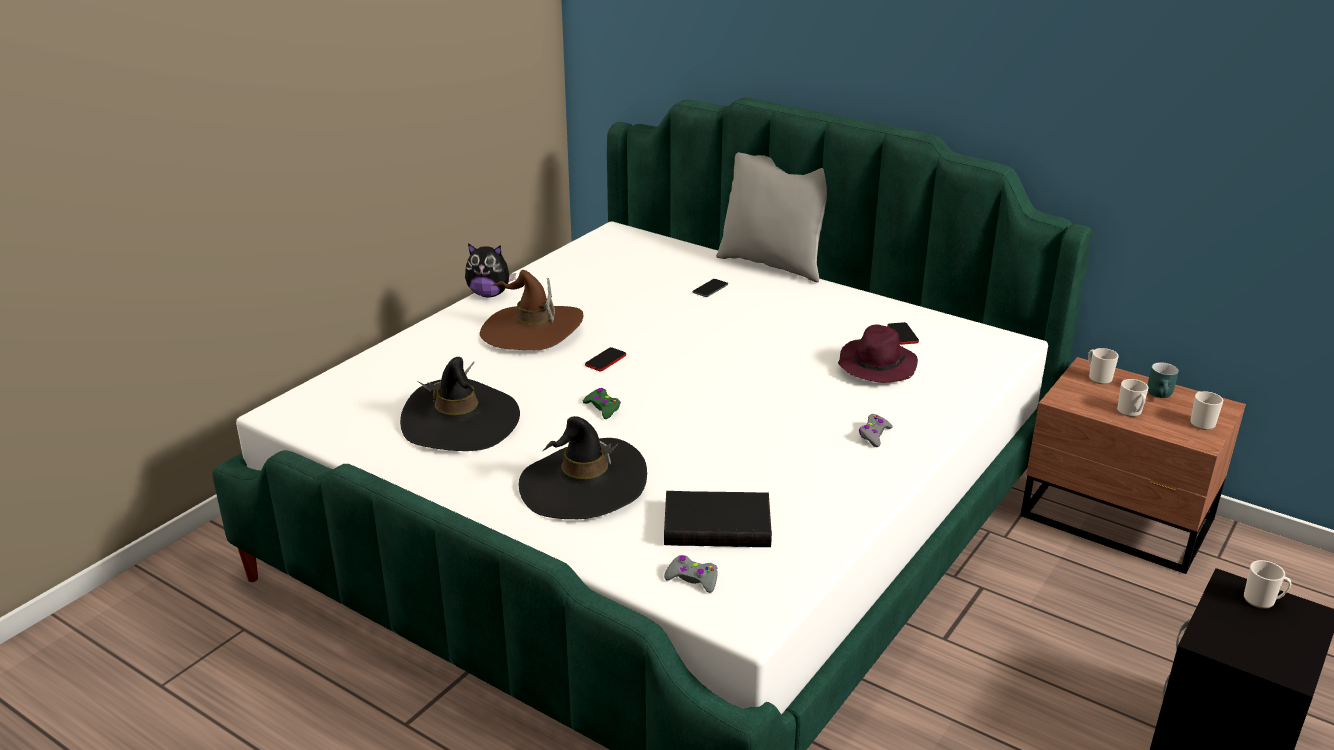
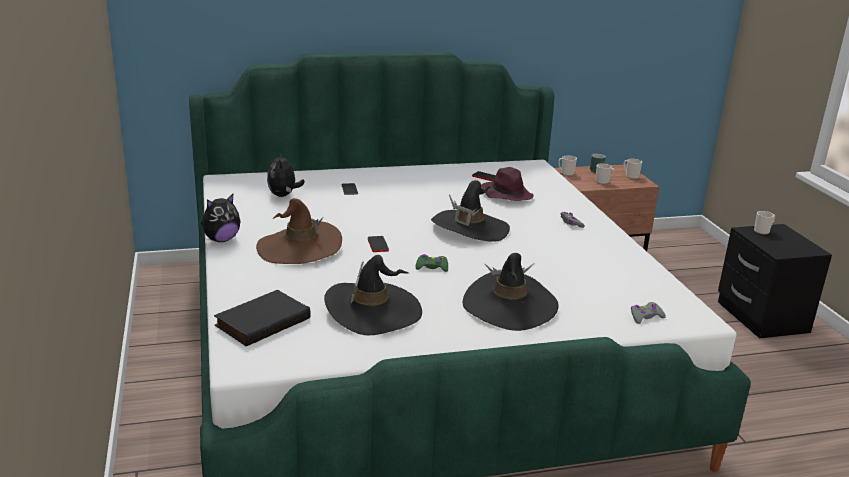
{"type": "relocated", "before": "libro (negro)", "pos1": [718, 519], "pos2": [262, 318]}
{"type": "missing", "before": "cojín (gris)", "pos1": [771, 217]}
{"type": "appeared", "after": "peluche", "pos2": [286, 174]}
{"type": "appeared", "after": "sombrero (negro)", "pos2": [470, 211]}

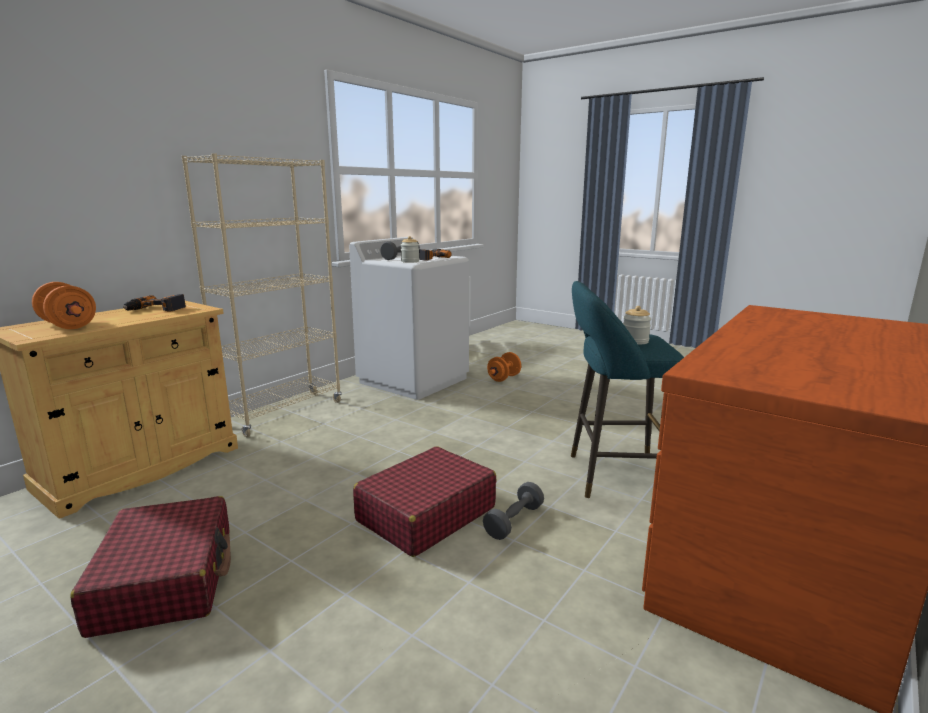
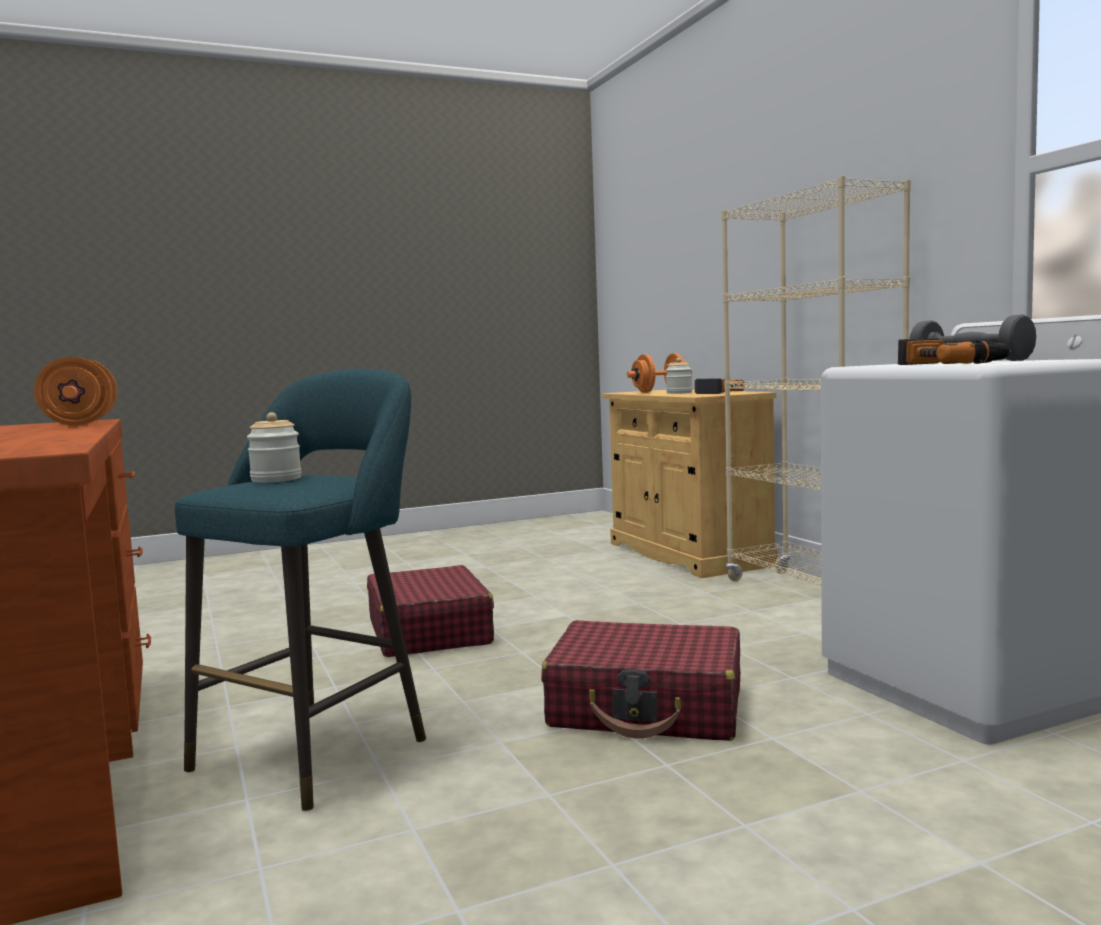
{"type": "relocated", "before": "maleta (rojo)", "pos1": [150, 567], "pos2": [640, 680]}
{"type": "relocated", "before": "tarro", "pos1": [410, 249], "pos2": [679, 376]}
{"type": "missing", "before": "mancuerna (gris)", "pos1": [513, 511]}
{"type": "relocated", "before": "mancuerna (naranja)", "pos1": [504, 367], "pos2": [75, 391]}

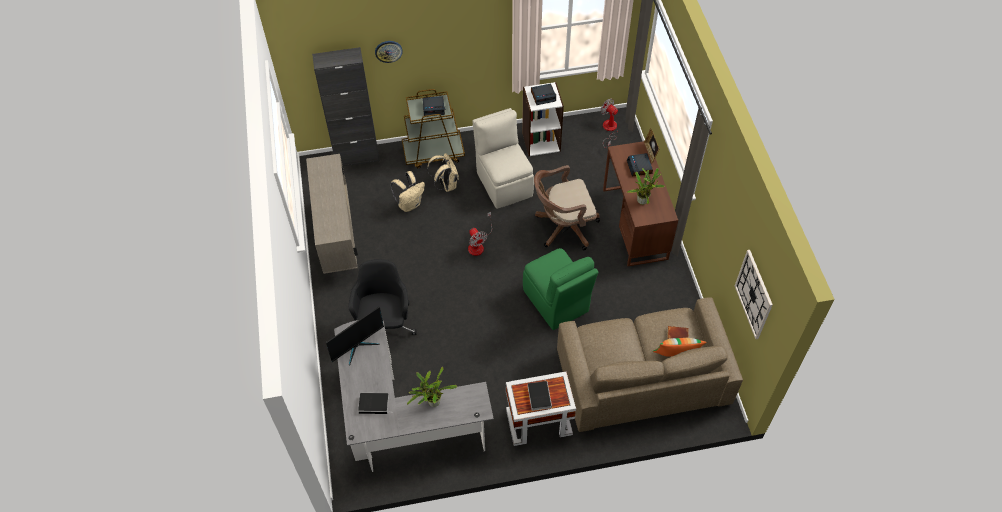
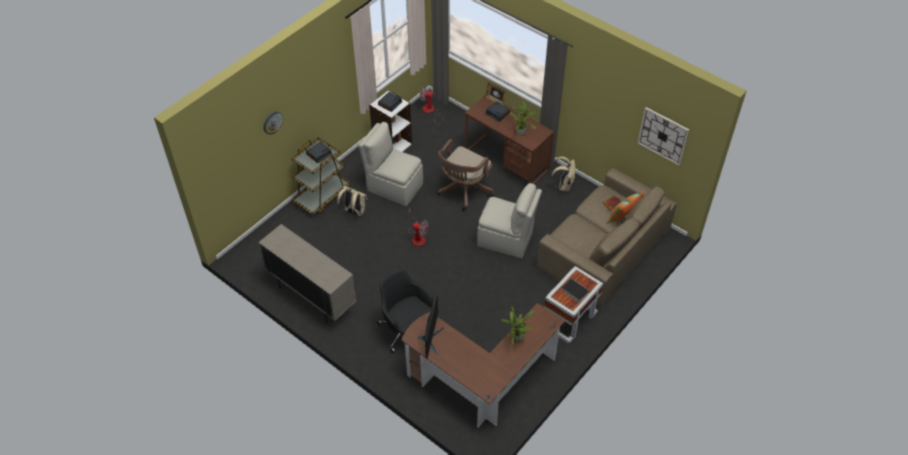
{"type": "missing", "before": "armario (negro)", "pos1": [346, 106]}
{"type": "colour", "before": "escritorio (gris)", "after": "escritorio (marrón)", "pos1": [414, 396], "pos2": [483, 365]}
{"type": "missing", "before": "libro", "pos1": [374, 403]}
{"type": "relocated", "before": "mochila (beis)", "pos1": [408, 191], "pos2": [563, 174]}
{"type": "colour", "before": "silla (verde)", "after": "silla (beis)", "pos1": [560, 289], "pos2": [509, 220]}

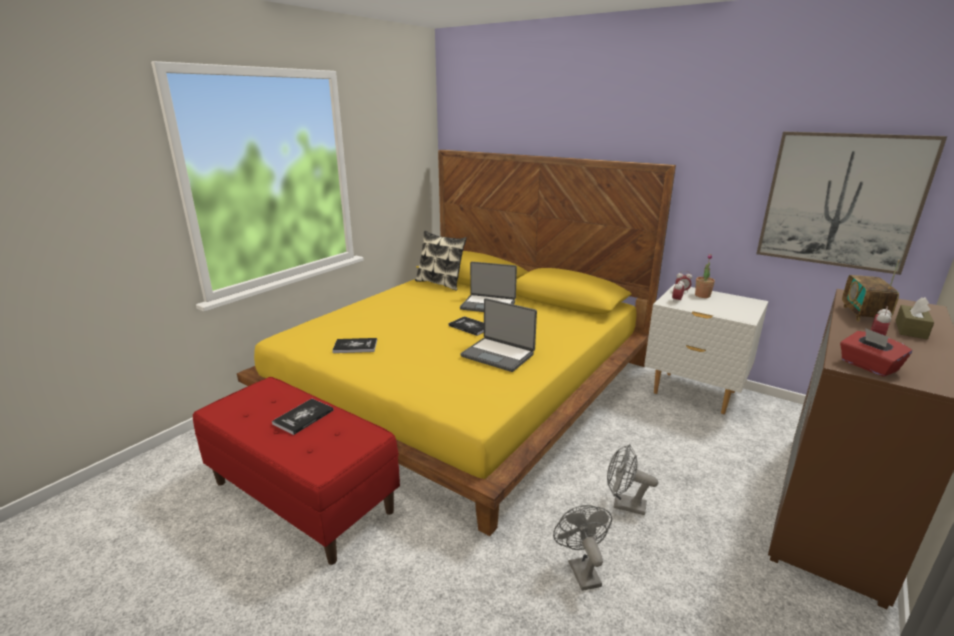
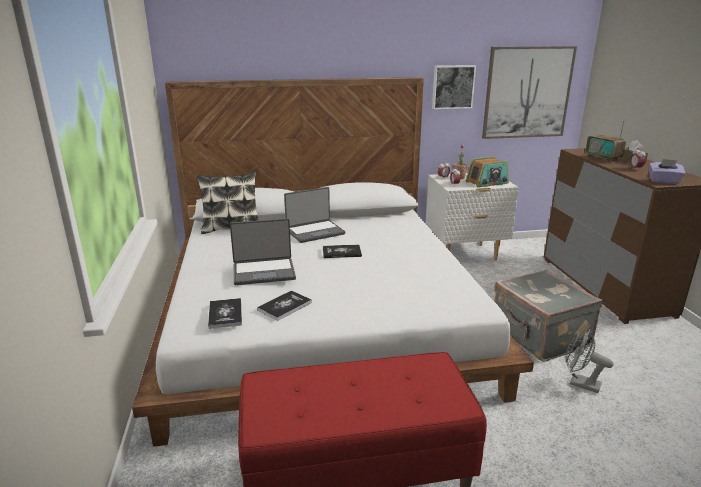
{"type": "colour", "before": "cama (amarillo)", "after": "cama (blanco)", "pos1": [456, 343], "pos2": [333, 262]}
{"type": "relocated", "before": "libro", "pos1": [303, 417], "pos2": [225, 313]}
{"type": "relocated", "before": "portátil", "pos1": [498, 335], "pos2": [263, 252]}
{"type": "exchanged", "before": "ventilador (gris)", "after": "maleta (gris)", "pos1": [632, 479], "pos2": [548, 316]}
{"type": "colour", "before": "caja de pañuelos (rojo)", "after": "caja de pañuelos (morado)", "pos1": [876, 352], "pos2": [667, 171]}
{"type": "appeared", "after": "cuadro", "pos2": [454, 87]}
{"type": "appeared", "after": "radio", "pos2": [487, 172]}

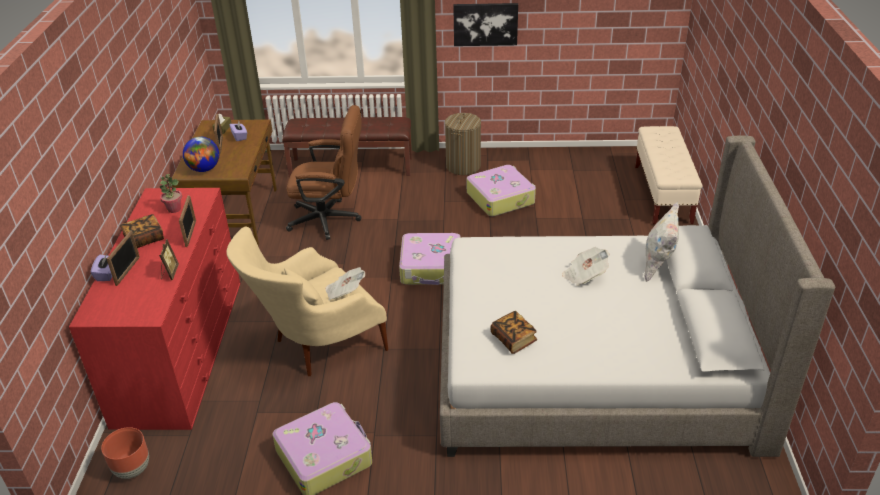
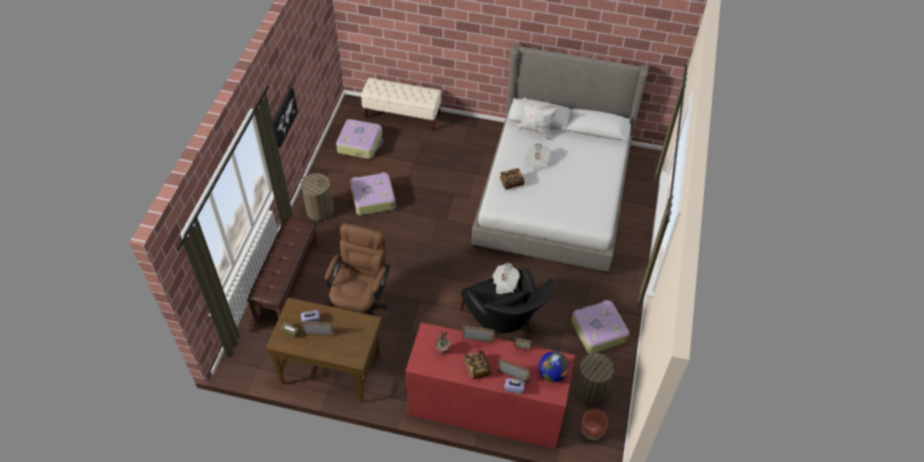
{"type": "relocated", "before": "globo terráqueo", "pos1": [201, 154], "pos2": [554, 366]}
{"type": "colour", "before": "sillón (beis)", "after": "sillón (negro)", "pos1": [307, 301], "pos2": [506, 303]}
{"type": "relocated", "before": "maleta", "pos1": [430, 259], "pos2": [359, 139]}
{"type": "relocated", "before": "libro", "pos1": [513, 332], "pos2": [512, 179]}
{"type": "appeared", "after": "cesto de la ropa", "pos2": [594, 379]}

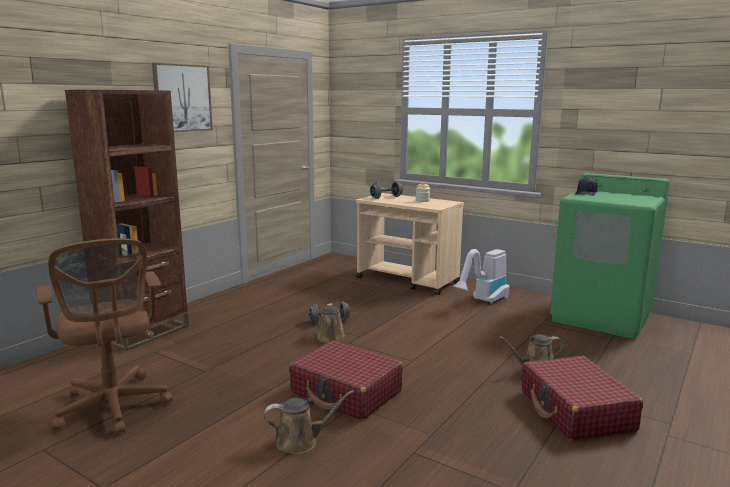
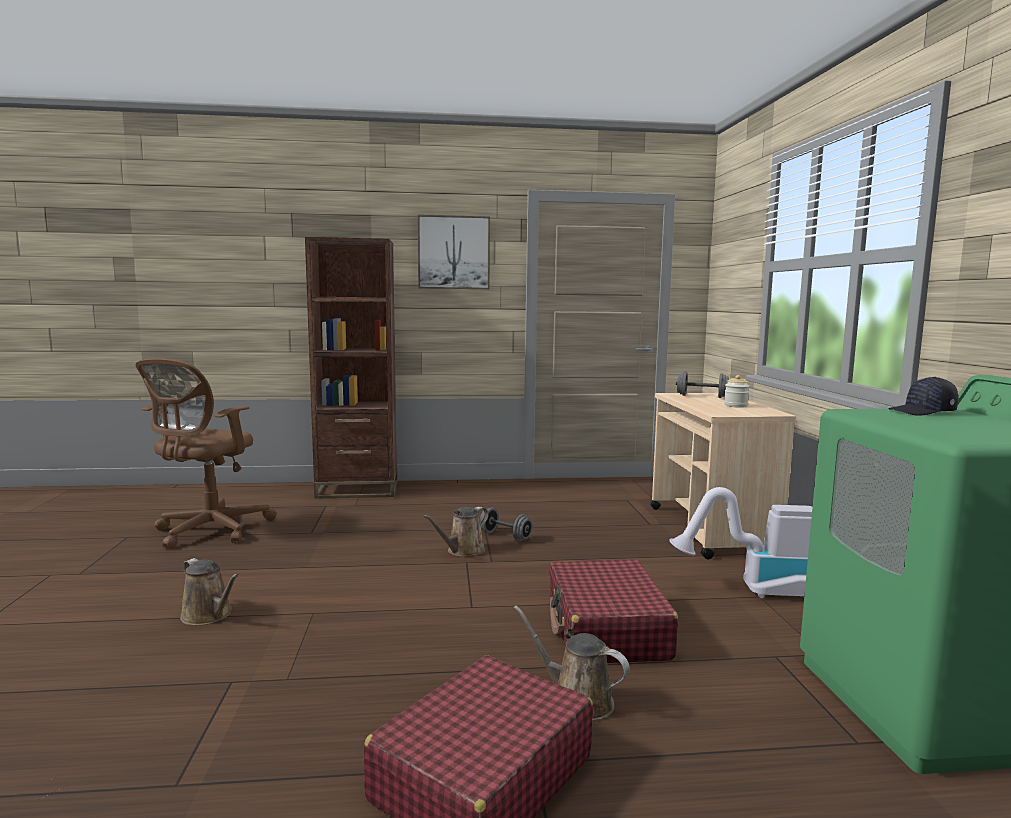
{"type": "relocated", "before": "maleta (rojo)", "pos1": [346, 380], "pos2": [614, 611]}

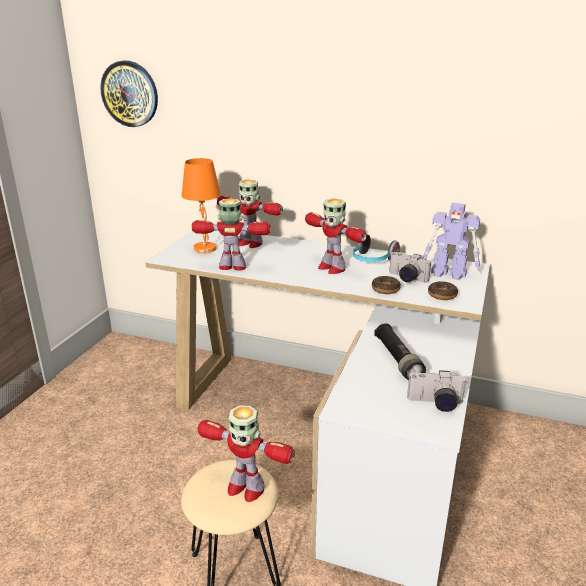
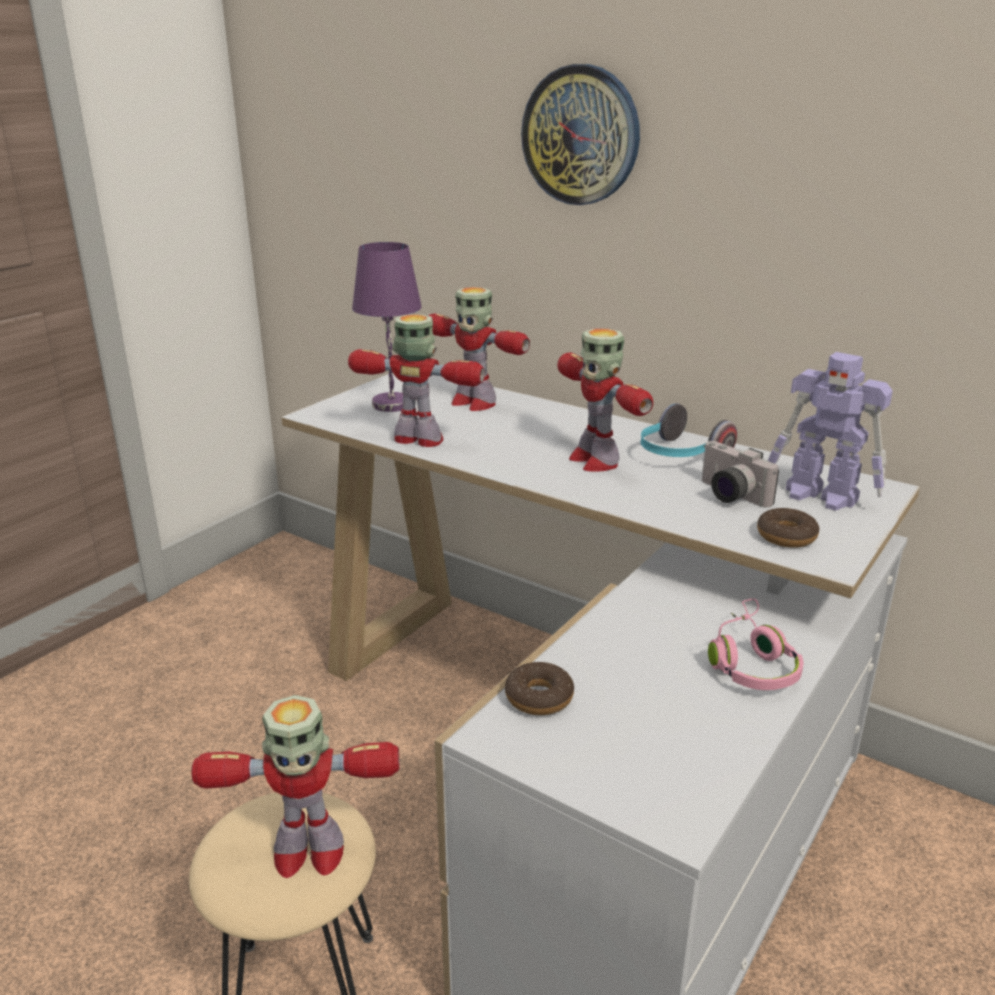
{"type": "relocated", "before": "reloj de pared", "pos1": [129, 93], "pos2": [580, 134]}
{"type": "colour", "before": "lámpara de mesa (naranja)", "after": "lámpara de mesa (morado)", "pos1": [201, 205], "pos2": [387, 327]}
{"type": "spun", "before": "robot de juguete", "pos1": [246, 453], "pos2": [295, 786], "turn": -45}
{"type": "relocated", "before": "rosquilla", "pos1": [386, 285], "pos2": [539, 688]}
{"type": "missing", "before": "linterna (negro)", "pos1": [400, 352]}
{"type": "missing", "before": "cámara", "pos1": [437, 391]}
{"type": "appeared", "after": "auriculares (rosa)", "pos2": [755, 644]}

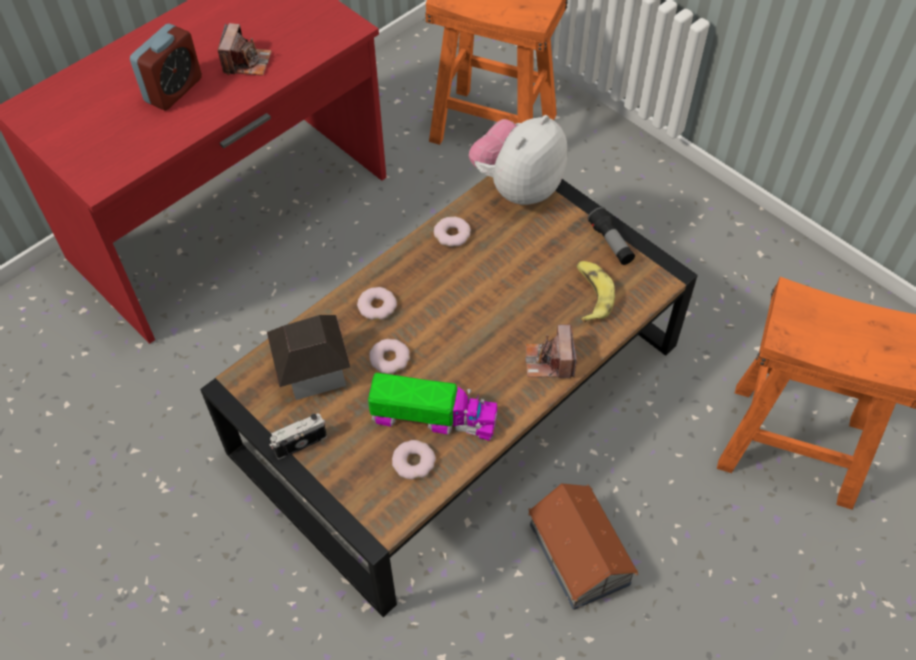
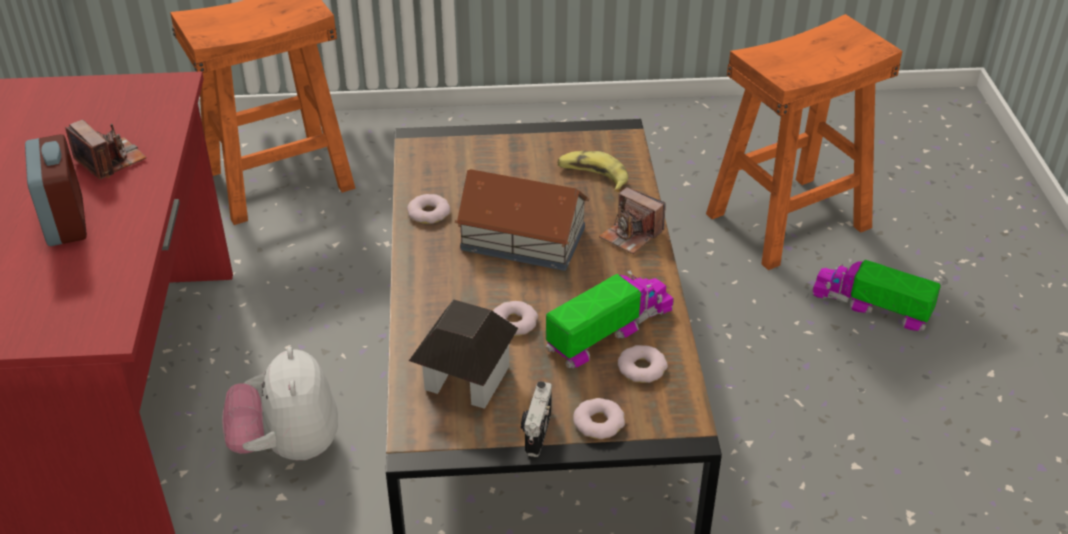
{"type": "relocated", "before": "rosquilla", "pos1": [377, 303], "pos2": [599, 418]}
{"type": "relocated", "before": "peluche", "pos1": [518, 160], "pos2": [280, 403]}
{"type": "relocated", "before": "casita", "pos1": [583, 546], "pos2": [521, 220]}
{"type": "missing", "before": "linterna", "pos1": [611, 236]}
{"type": "appeared", "after": "camión de juguete", "pos2": [876, 295]}

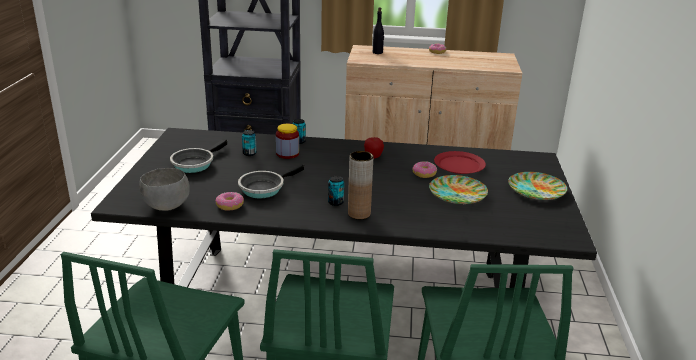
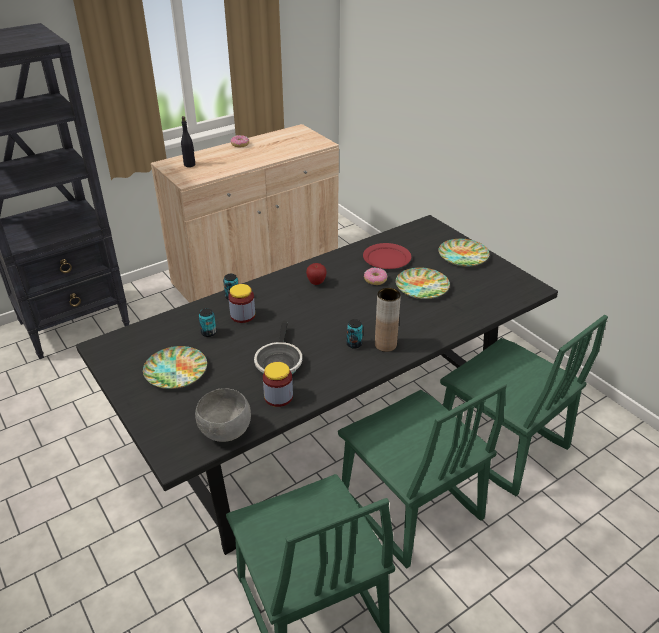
{"type": "exchanged", "before": "sartén", "after": "plato", "pos1": [198, 156], "pos2": [175, 367]}
{"type": "exchanged", "before": "rosquilla", "after": "tarro", "pos1": [229, 201], "pos2": [278, 384]}

